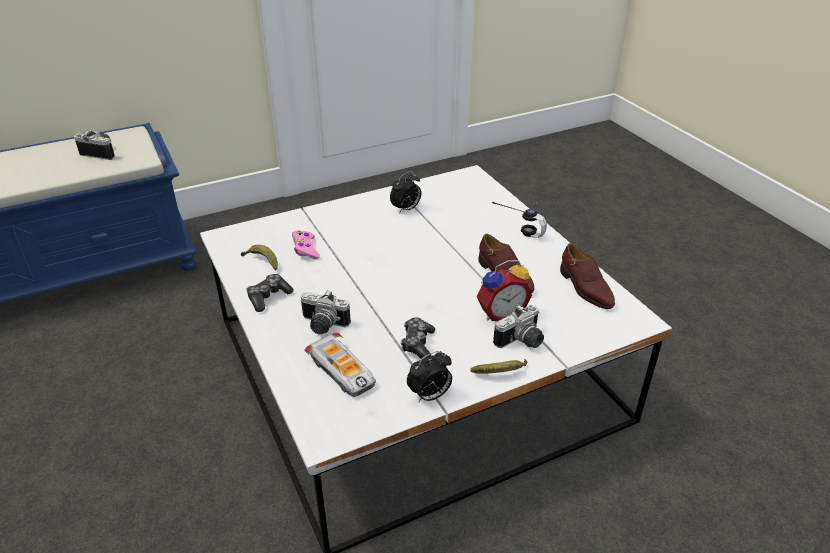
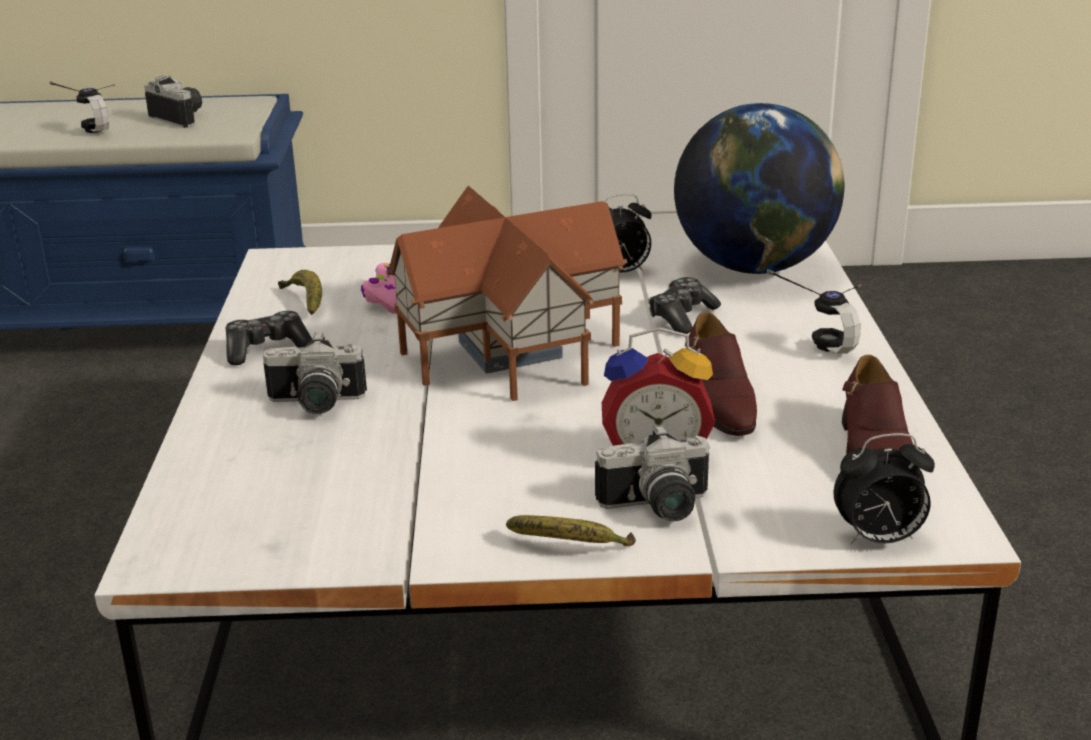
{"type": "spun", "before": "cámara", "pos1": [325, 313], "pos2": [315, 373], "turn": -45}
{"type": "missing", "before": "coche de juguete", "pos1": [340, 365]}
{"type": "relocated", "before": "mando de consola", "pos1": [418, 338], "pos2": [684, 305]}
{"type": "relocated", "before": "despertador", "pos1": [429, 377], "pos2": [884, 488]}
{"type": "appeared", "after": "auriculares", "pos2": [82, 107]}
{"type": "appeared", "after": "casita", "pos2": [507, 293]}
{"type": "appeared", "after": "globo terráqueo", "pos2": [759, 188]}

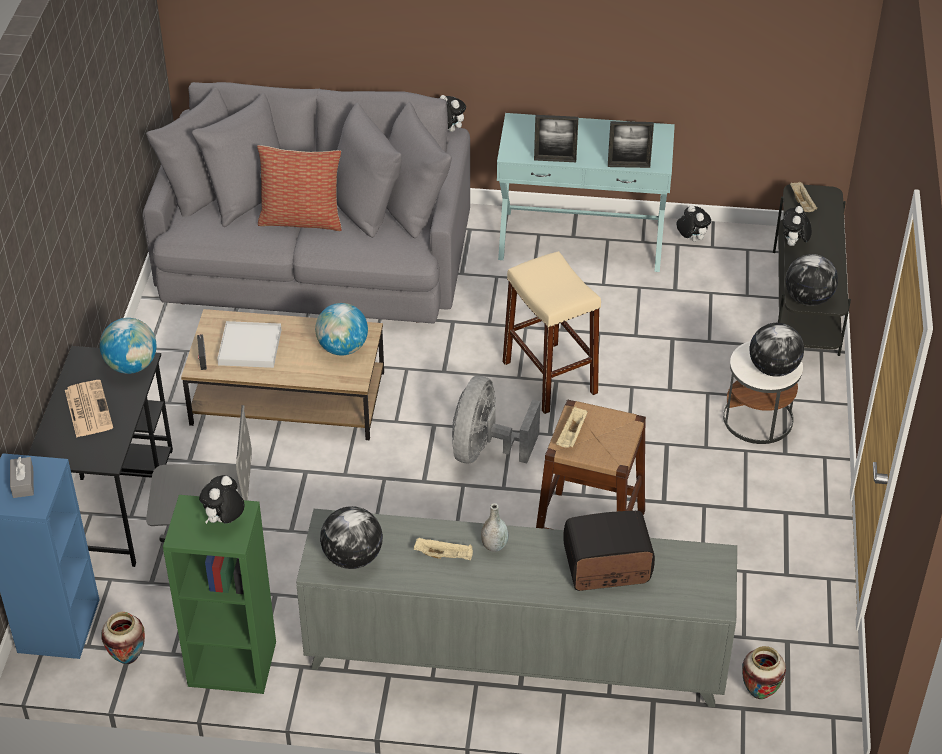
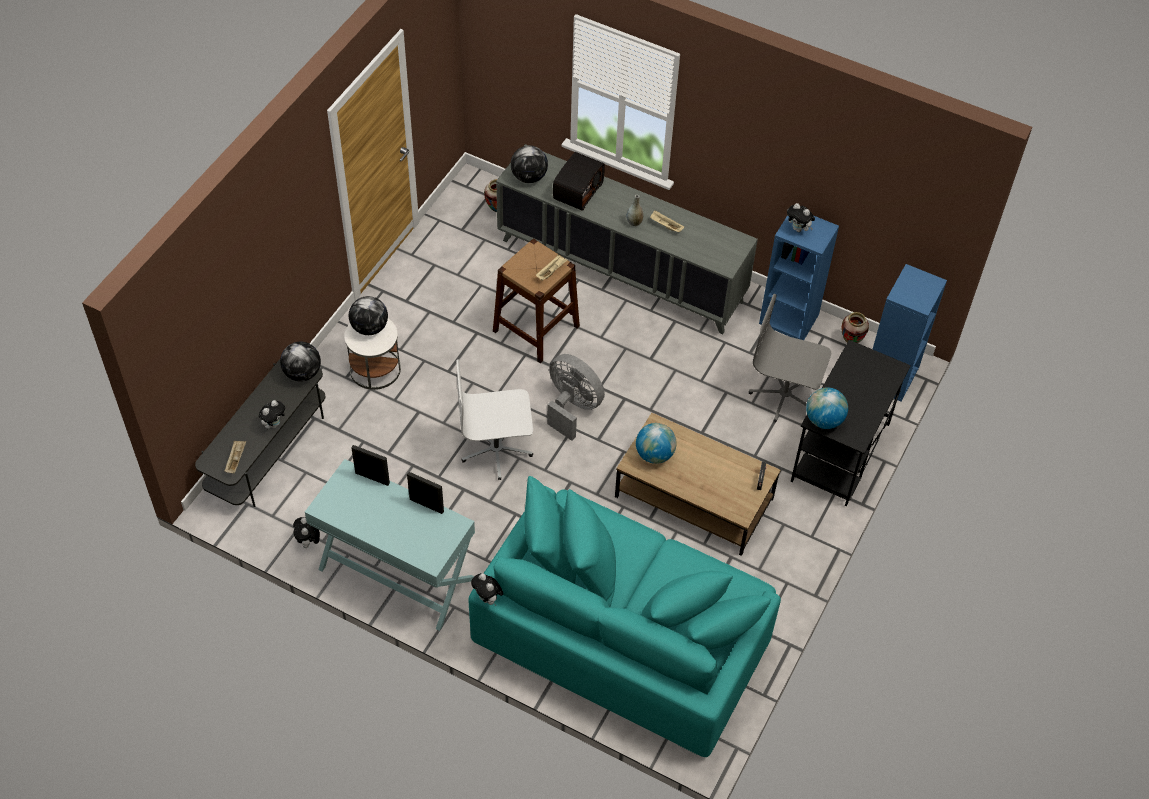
{"type": "missing", "before": "caja de pañuelos (gris)", "pos1": [22, 477]}
{"type": "missing", "before": "periódico", "pos1": [89, 409]}
{"type": "colour", "before": "sofá (gris)", "after": "sofá (turquesa)", "pos1": [306, 203], "pos2": [624, 616]}
{"type": "colour", "before": "estantería (verde)", "after": "estantería (azul)", "pos1": [219, 594], "pos2": [799, 277]}
{"type": "spun", "before": "peluche", "pos1": [221, 499], "pos2": [801, 217], "turn": 75}
{"type": "missing", "before": "bandeja (blanco)", "pos1": [249, 344]}
{"type": "missing", "before": "cojín", "pos1": [299, 188]}
{"type": "relocated", "before": "globo terráqueo", "pos1": [351, 537], "pos2": [529, 164]}
{"type": "spun", "before": "ventilador (gris)", "pos1": [496, 419], "pos2": [576, 397], "turn": -90}
{"type": "exchanged", "before": "taburete (beis)", "after": "silla de oficina (blanco)", "pos1": [551, 332], "pos2": [494, 419]}
{"type": "spun", "before": "radio", "pos1": [609, 551], "pos2": [579, 181], "turn": -75}

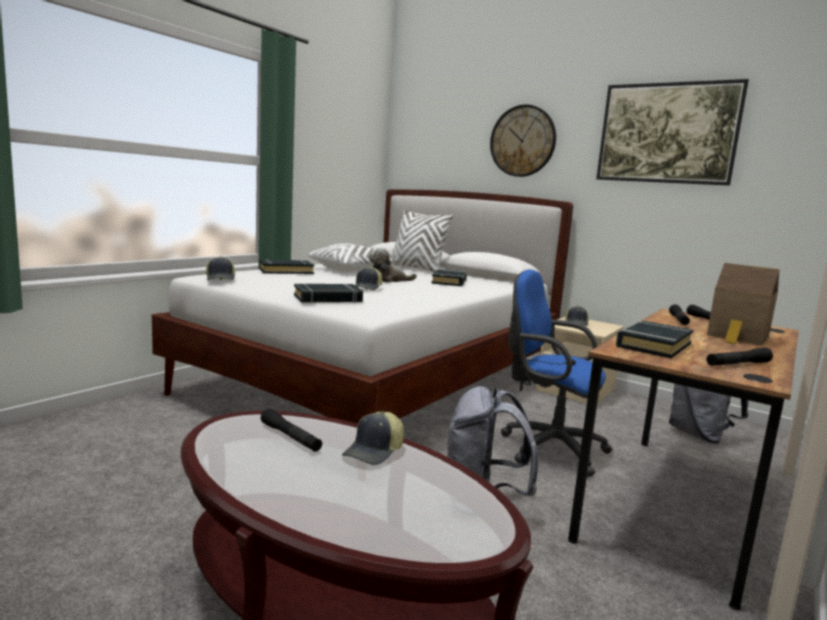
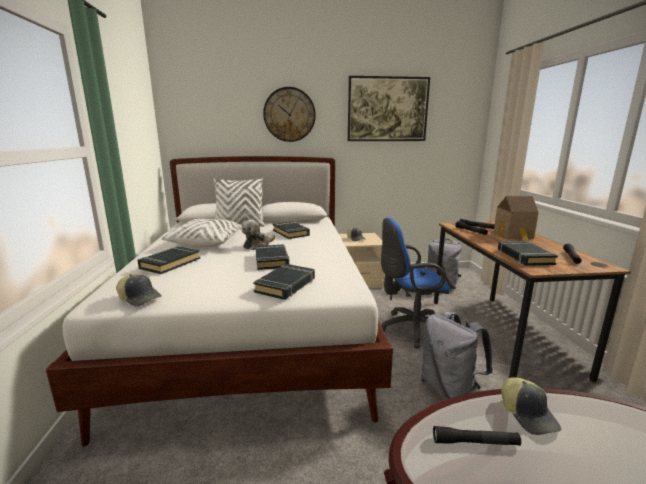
{"type": "exchanged", "before": "gorra", "after": "libro (negro)", "pos1": [368, 278], "pos2": [272, 257]}

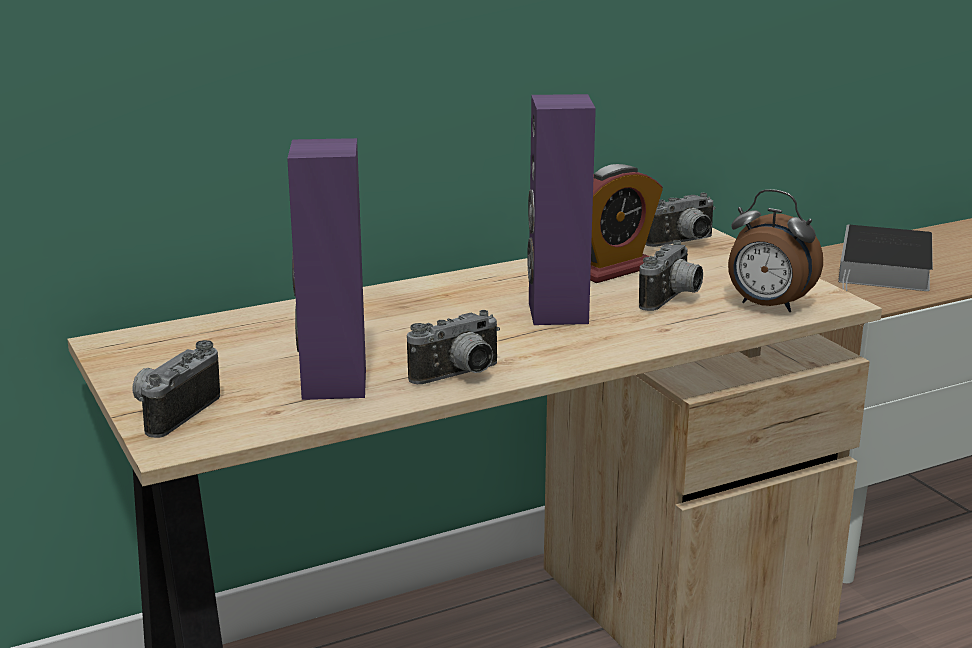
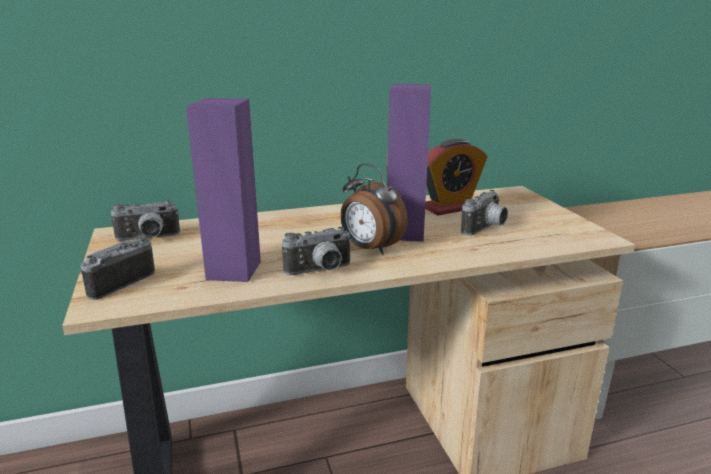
{"type": "relocated", "before": "cámara", "pos1": [680, 220], "pos2": [145, 220]}
{"type": "relocated", "before": "despertador", "pos1": [775, 250], "pos2": [374, 209]}
{"type": "missing", "before": "libro", "pos1": [885, 258]}

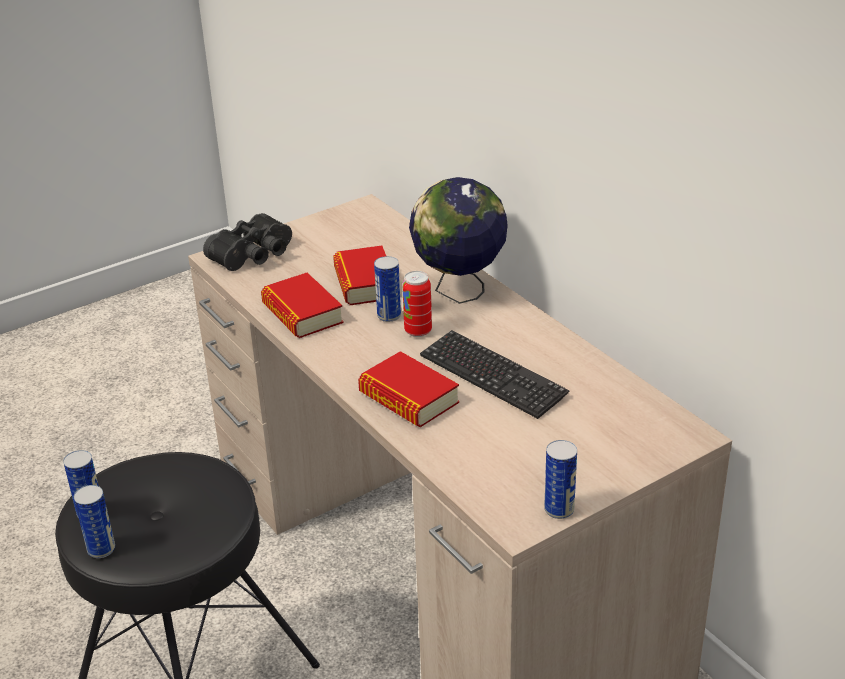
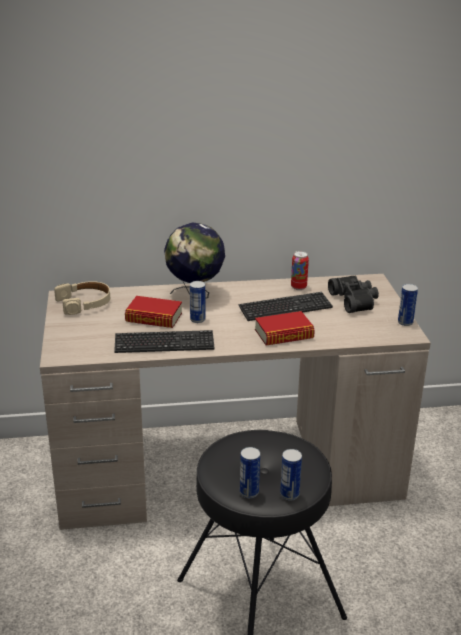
{"type": "relocated", "before": "prismáticos (negro)", "pos1": [247, 242], "pos2": [353, 294]}
{"type": "exchanged", "before": "libro", "after": "teclado", "pos1": [302, 305], "pos2": [164, 341]}
{"type": "relocated", "before": "lata", "pos1": [417, 304], "pos2": [300, 270]}
{"type": "appeared", "after": "auriculares (beis)", "pos2": [82, 298]}

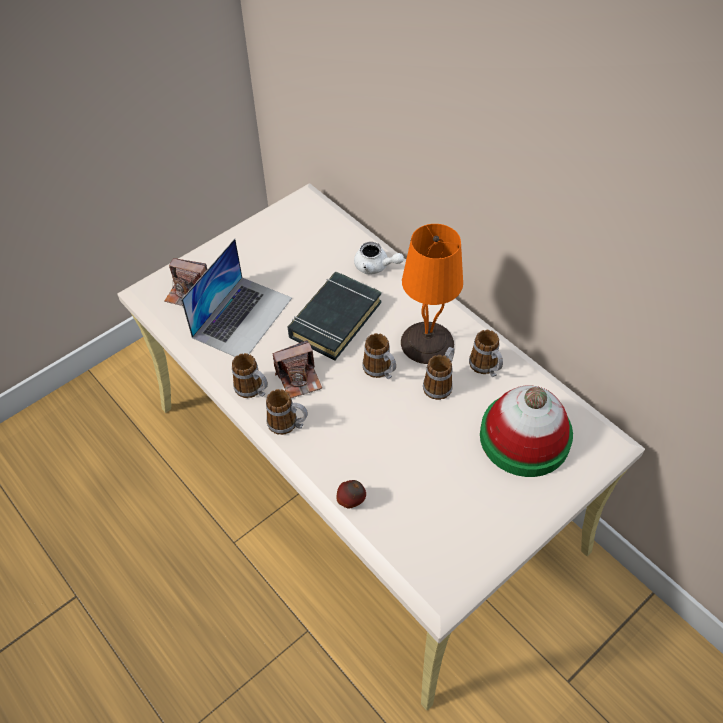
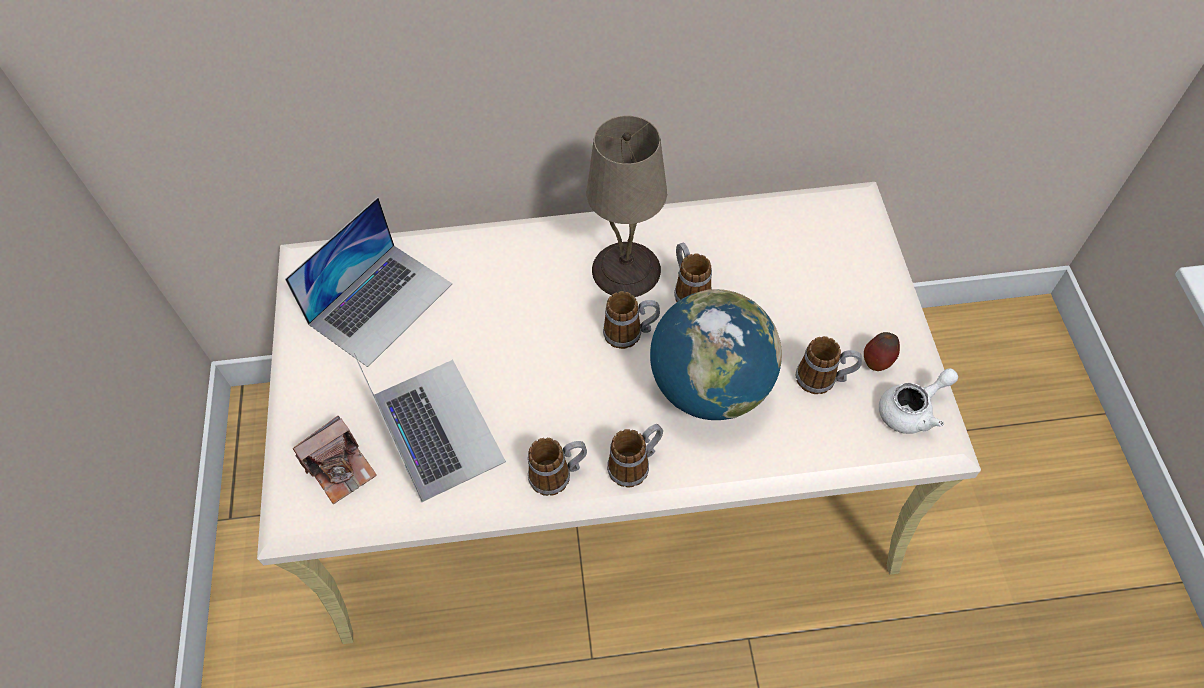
{"type": "missing", "before": "cámara", "pos1": [297, 369]}
{"type": "missing", "before": "libro (negro)", "pos1": [335, 316]}
{"type": "relocated", "before": "manzana", "pos1": [351, 494], "pos2": [882, 351]}
{"type": "relocated", "before": "tetera (blanco)", "pos1": [379, 258], "pos2": [918, 401]}
{"type": "colour", "before": "lámpara de mesa (naranja)", "after": "lámpara de mesa (beis)", "pos1": [432, 294], "pos2": [626, 206]}
{"type": "relocated", "before": "taza grande", "pos1": [486, 353], "pos2": [829, 365]}
{"type": "missing", "before": "sombrero", "pos1": [526, 431]}
{"type": "appeared", "after": "portátil", "pos2": [368, 282]}
{"type": "appeared", "after": "globo terráqueo", "pos2": [716, 354]}

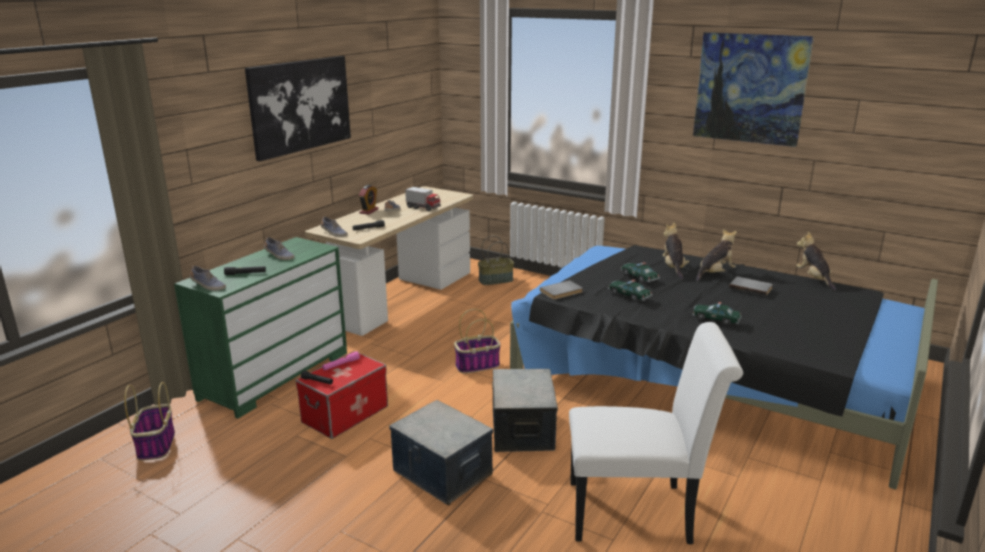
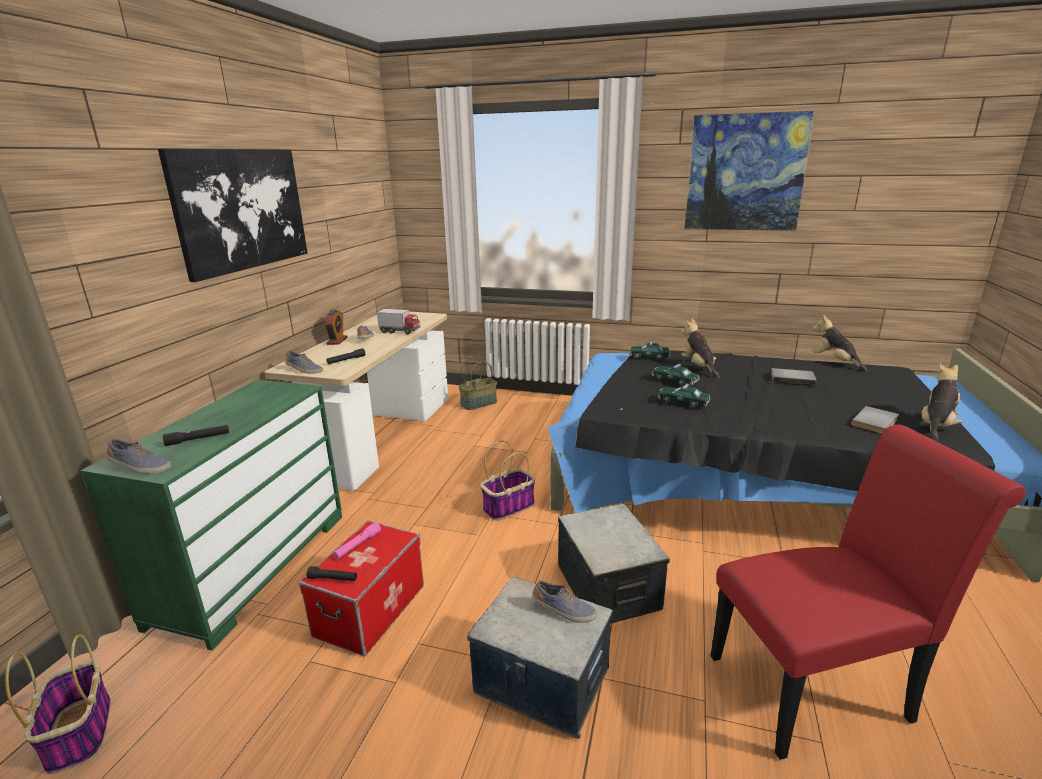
{"type": "relocated", "before": "zapato", "pos1": [279, 248], "pos2": [564, 601]}
{"type": "relocated", "before": "libro (gris)", "pos1": [561, 290], "pos2": [875, 419]}
{"type": "colour", "before": "silla (blanco)", "after": "silla (rojo)", "pos1": [656, 433], "pos2": [868, 592]}
{"type": "relocated", "before": "coche de juguete", "pos1": [717, 313], "pos2": [649, 350]}
{"type": "relocated", "before": "peluche", "pos1": [717, 254], "pos2": [942, 403]}

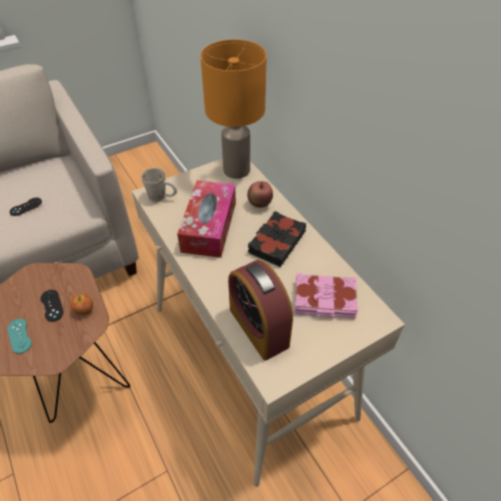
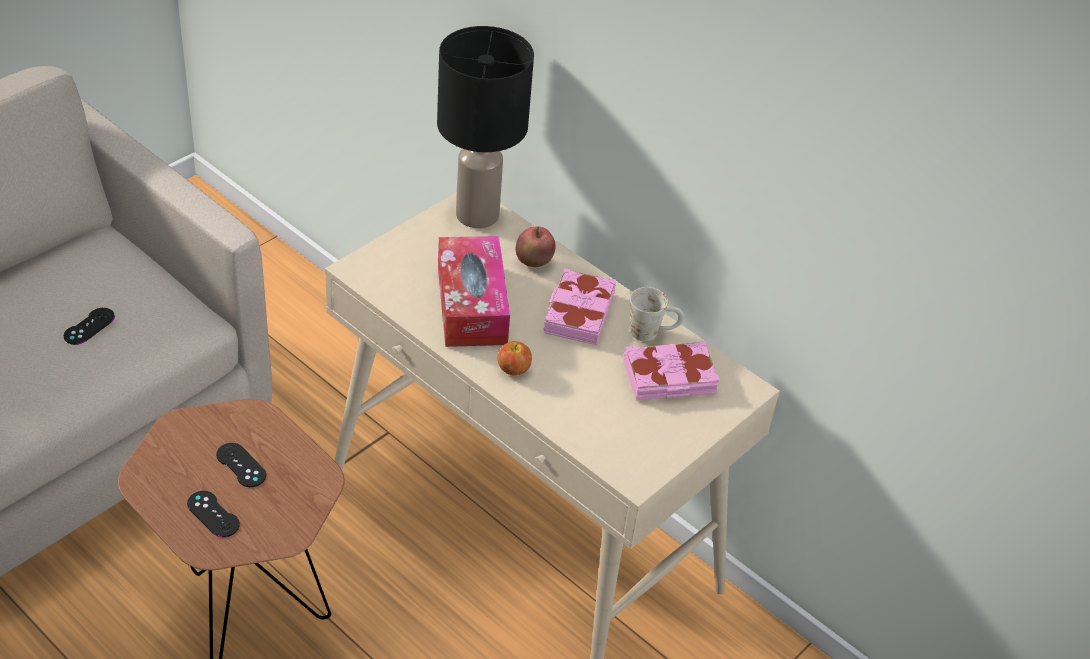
{"type": "colour", "before": "mando de consola (turquesa)", "after": "mando de consola (negro)", "pos1": [19, 336], "pos2": [213, 514]}
{"type": "relocated", "before": "manzana", "pos1": [81, 304], "pos2": [515, 358]}
{"type": "relocated", "before": "taza grande (blanco)", "pos1": [159, 185], "pos2": [657, 314]}
{"type": "colour", "before": "lámpara de mesa (naranja)", "after": "lámpara de mesa (negro)", "pos1": [233, 109], "pos2": [485, 127]}
{"type": "missing", "before": "despertador", "pos1": [260, 310]}
{"type": "colour", "before": "libro (negro)", "after": "libro (rosa)", "pos1": [277, 239], "pos2": [580, 306]}

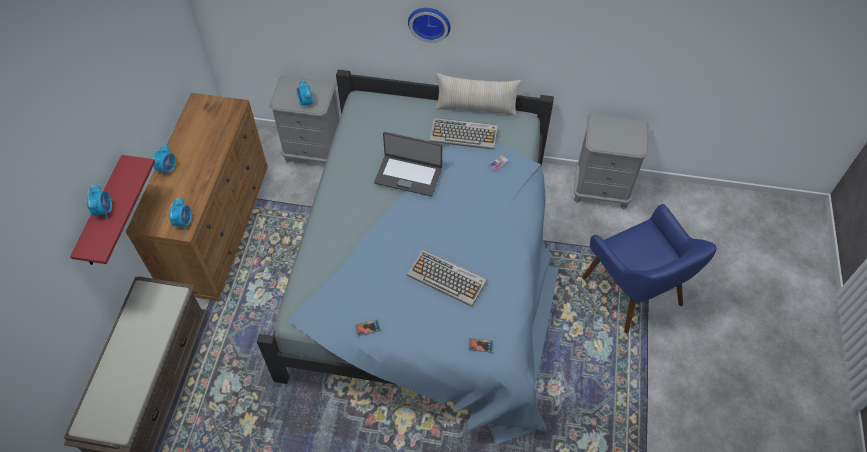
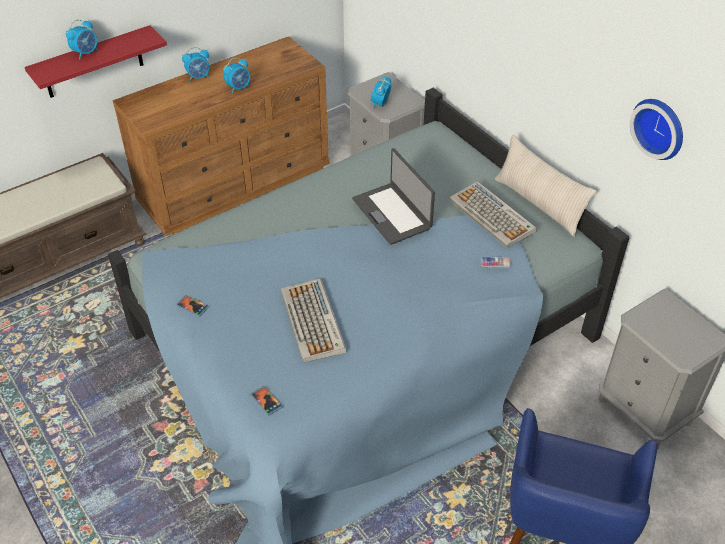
{"type": "relocated", "before": "despertador", "pos1": [180, 214], "pos2": [236, 75]}
{"type": "relocated", "before": "reloj de pared", "pos1": [429, 25], "pos2": [656, 129]}

